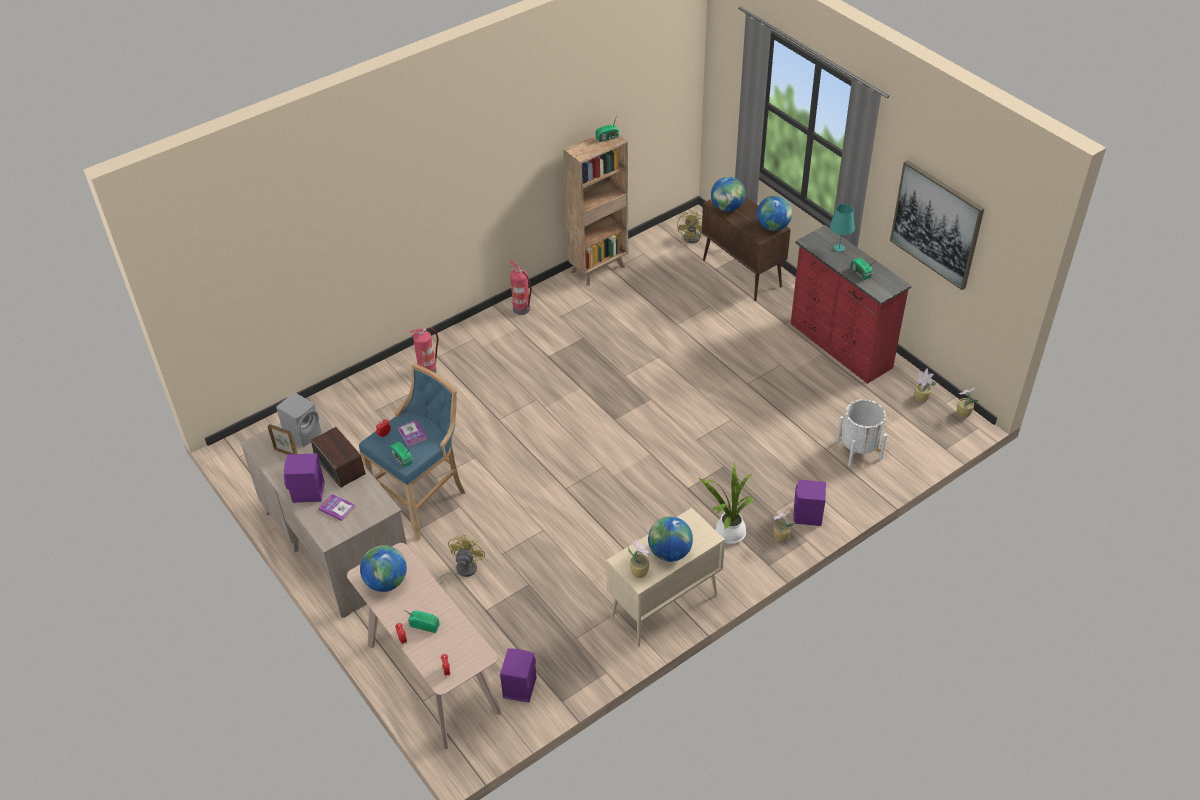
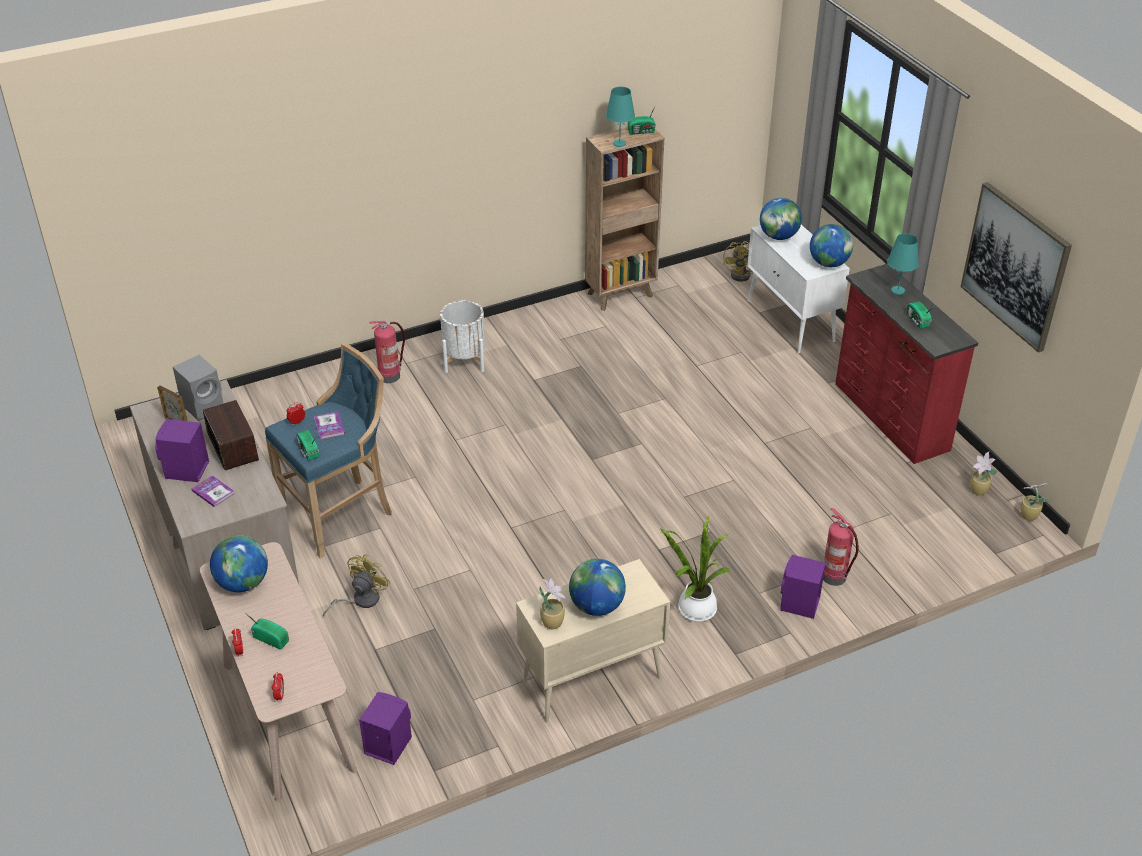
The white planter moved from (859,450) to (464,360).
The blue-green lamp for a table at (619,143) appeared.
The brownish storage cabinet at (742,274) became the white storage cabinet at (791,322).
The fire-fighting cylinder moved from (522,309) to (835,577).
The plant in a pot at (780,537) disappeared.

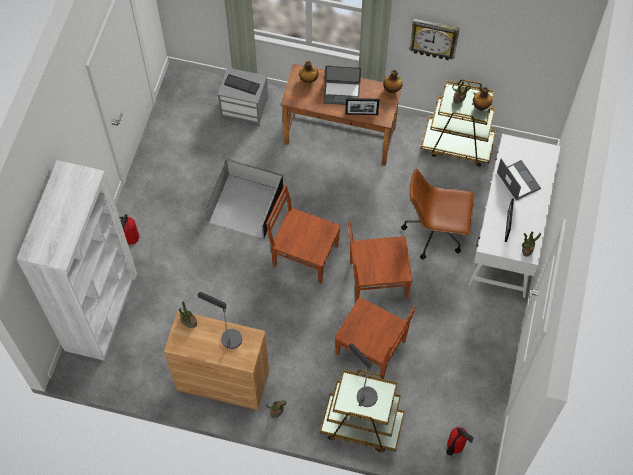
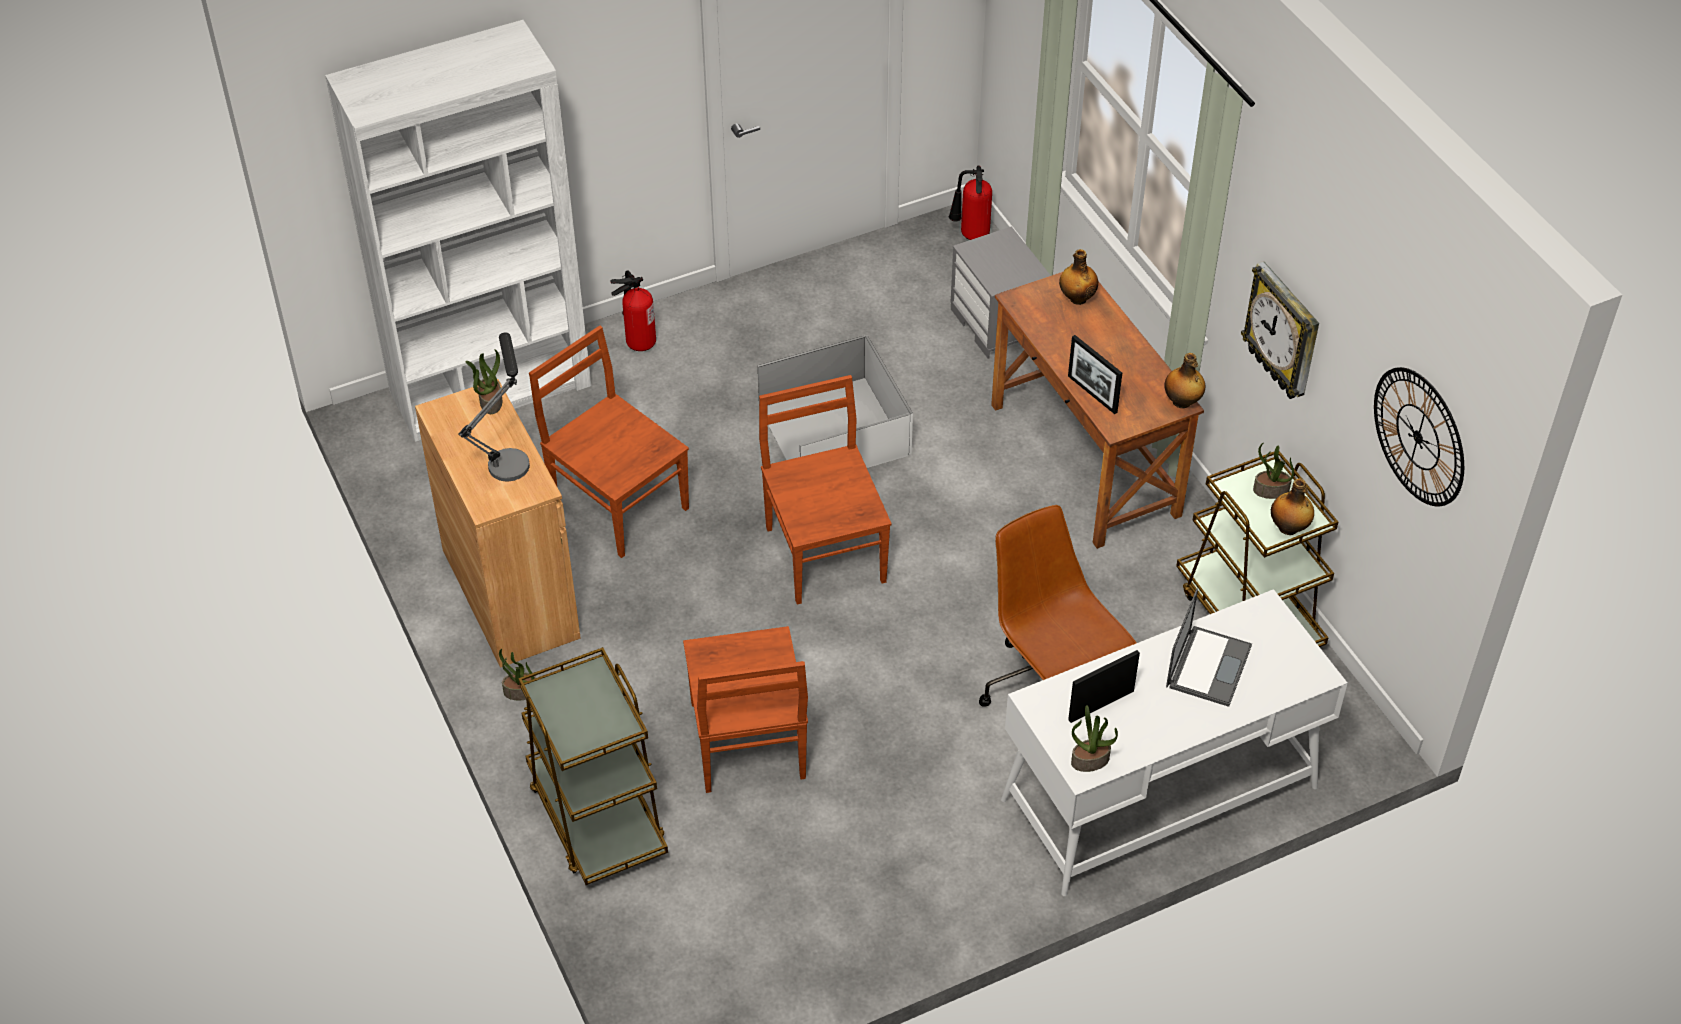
The brownish chair moved from (376,279) to (618,503).
The black-coloured storage container at (244,205) became the white storage container at (833,429).
The fire-fighting cylinder moved from (454,448) to (970,236).
The clock on the wall at (1418,436) appeared.
The keyboard at (242,85) disappeared.
The notebook computer at (342,92) disappeared.
The lamp for a table at (363,391) disappeared.

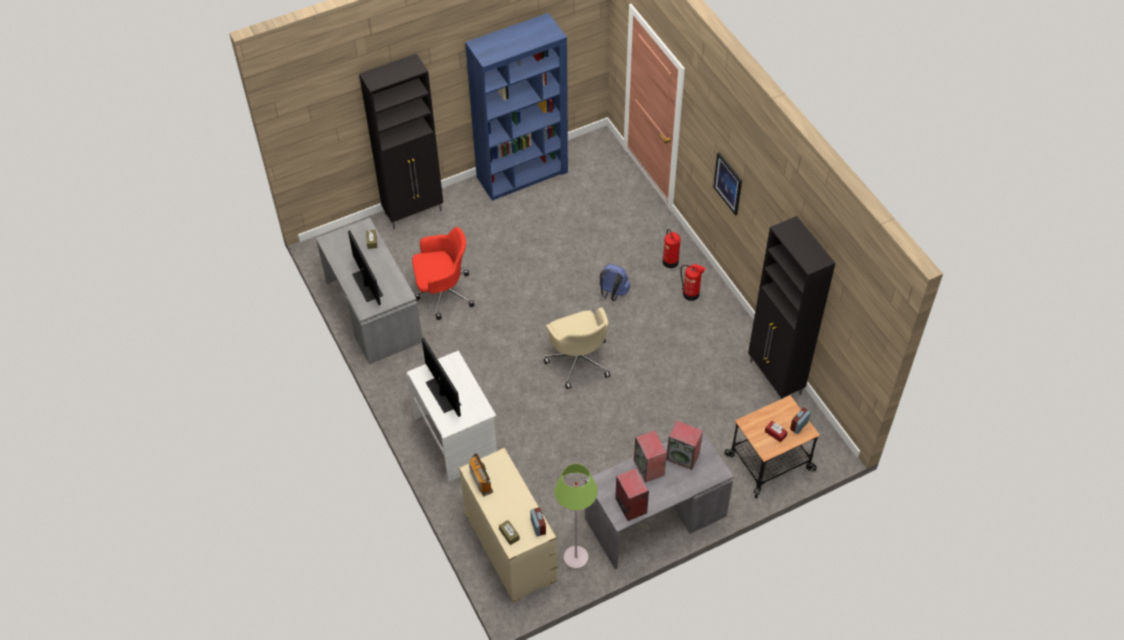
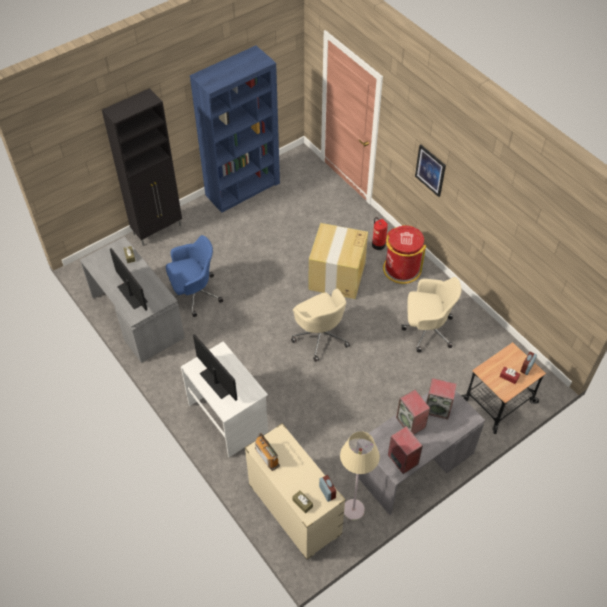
The red desk chair at (443,293) became the bluish desk chair at (194,294).
The bluish backpack at (612,293) was replaced by the cardboard box at (337,276).
The green standing lamp at (576,558) became the beige-coloured standing lamp at (353,510).
The fire-fighting cylinder at (691,294) was replaced by the red trash can at (401,269).
The beige-coloured desk chair at (426,329) appeared.
The black-coloured storage cabinet at (775,378) disappeared.

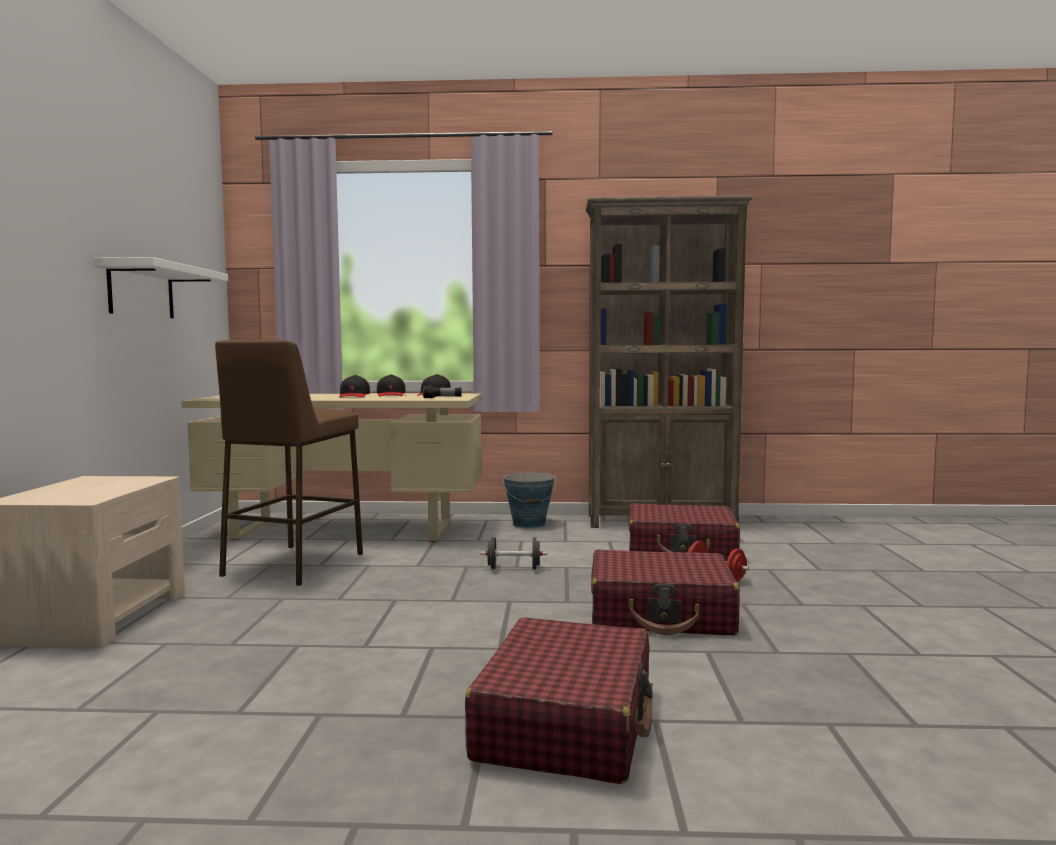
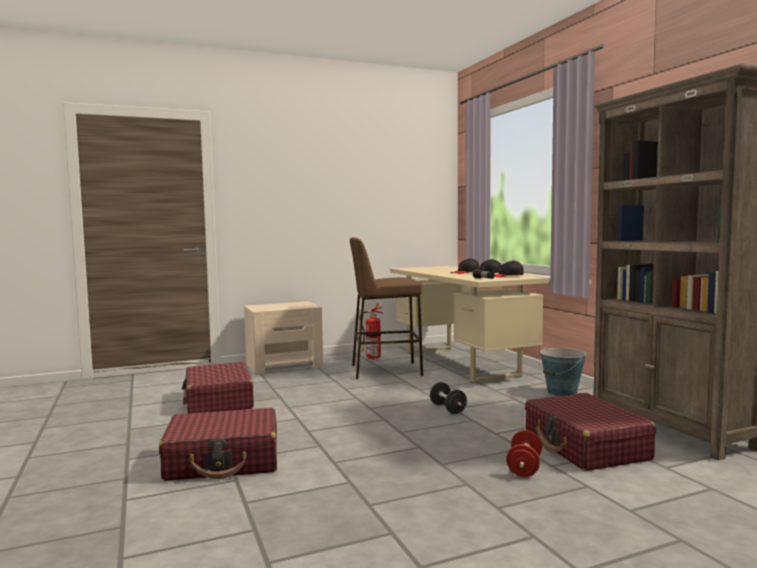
The red suitcase moved from (661,614) to (218,401).
The fire-fighting cylinder at (371,358) appeared.
The white shelf at (141,291) disappeared.

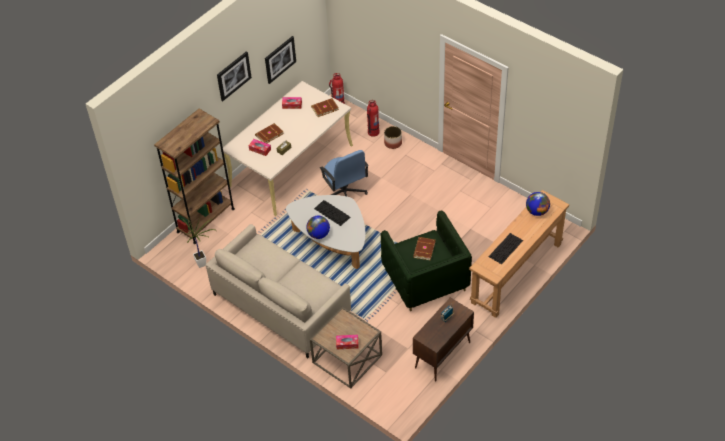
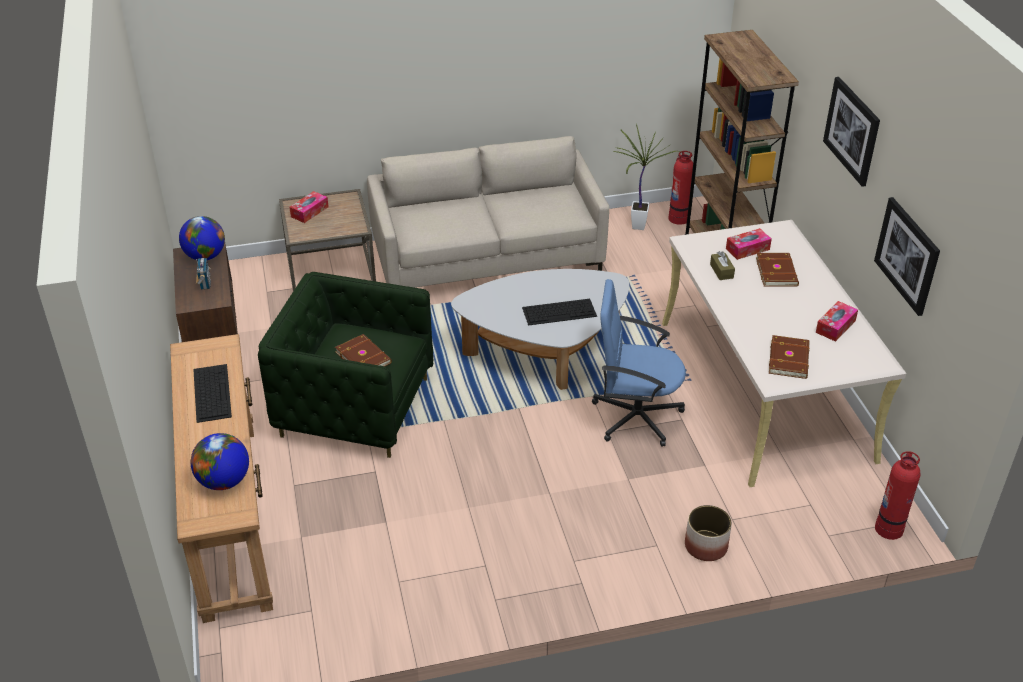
The world globe moved from (318,234) to (205,256).
The fire-fighting cylinder moved from (373,132) to (678,218).

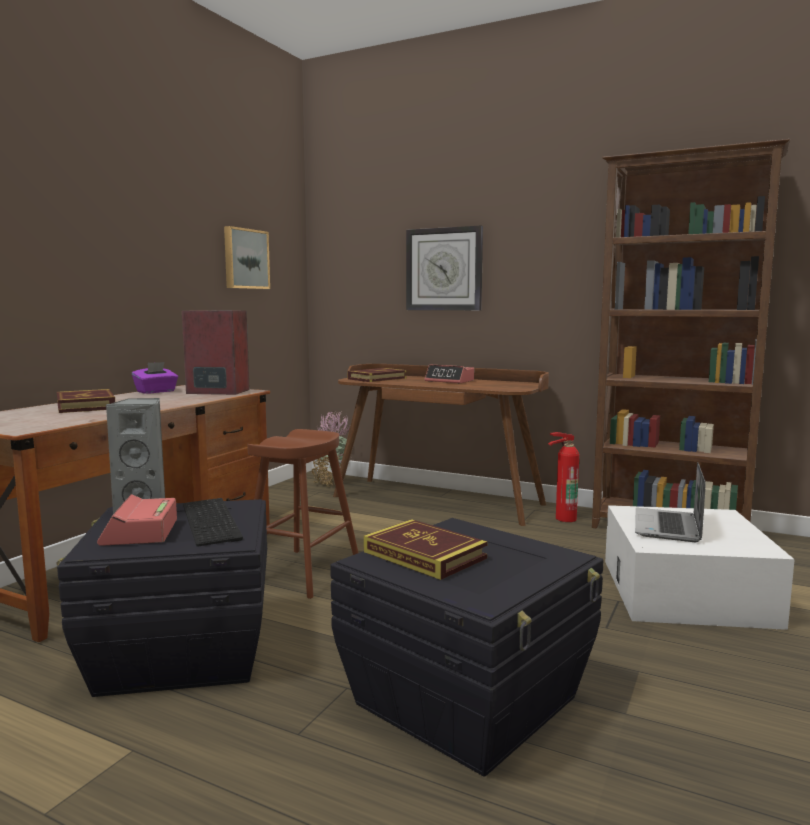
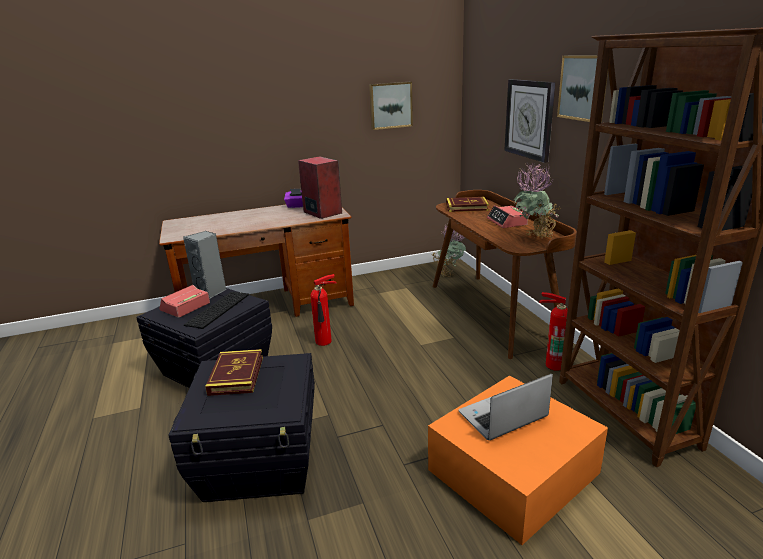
The brownish stool seat at (303,572) was replaced by the fire-fighting cylinder at (325,342).
The white storage container at (686,591) became the orange-coloured storage container at (513,471).
The plant in a pot at (534,238) appeared.
The wall picture at (584,88) appeared.
The bound book at (85,406) disappeared.

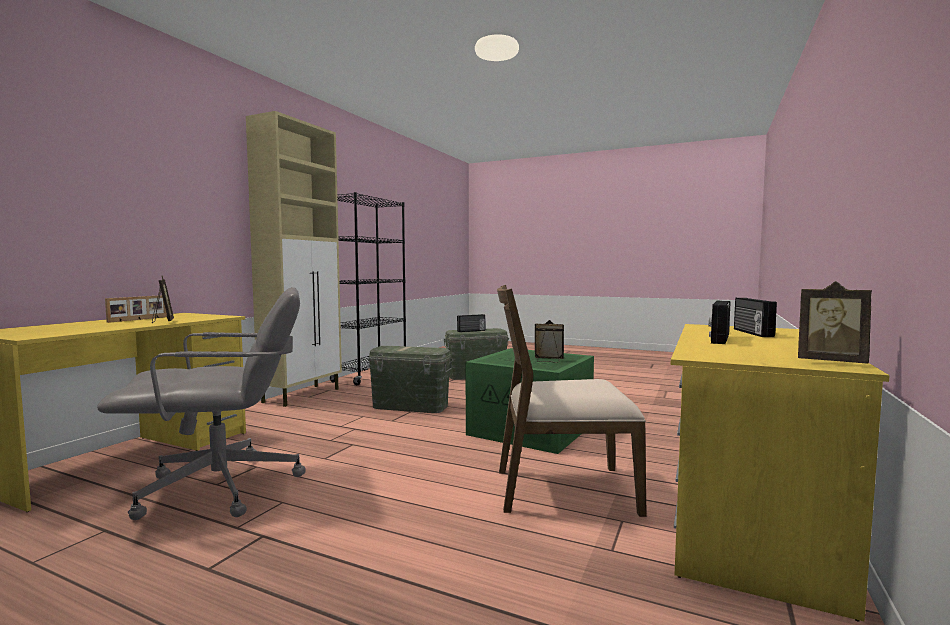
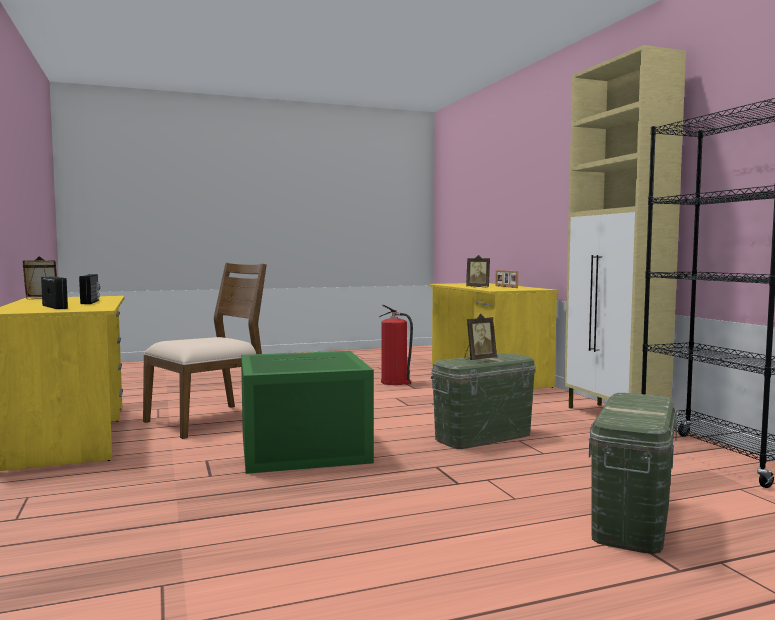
The grey desk chair at (223,488) was replaced by the fire-fighting cylinder at (395,382).
The photo frame moved from (548,360) to (479,359).
The radio at (471,331) disappeared.

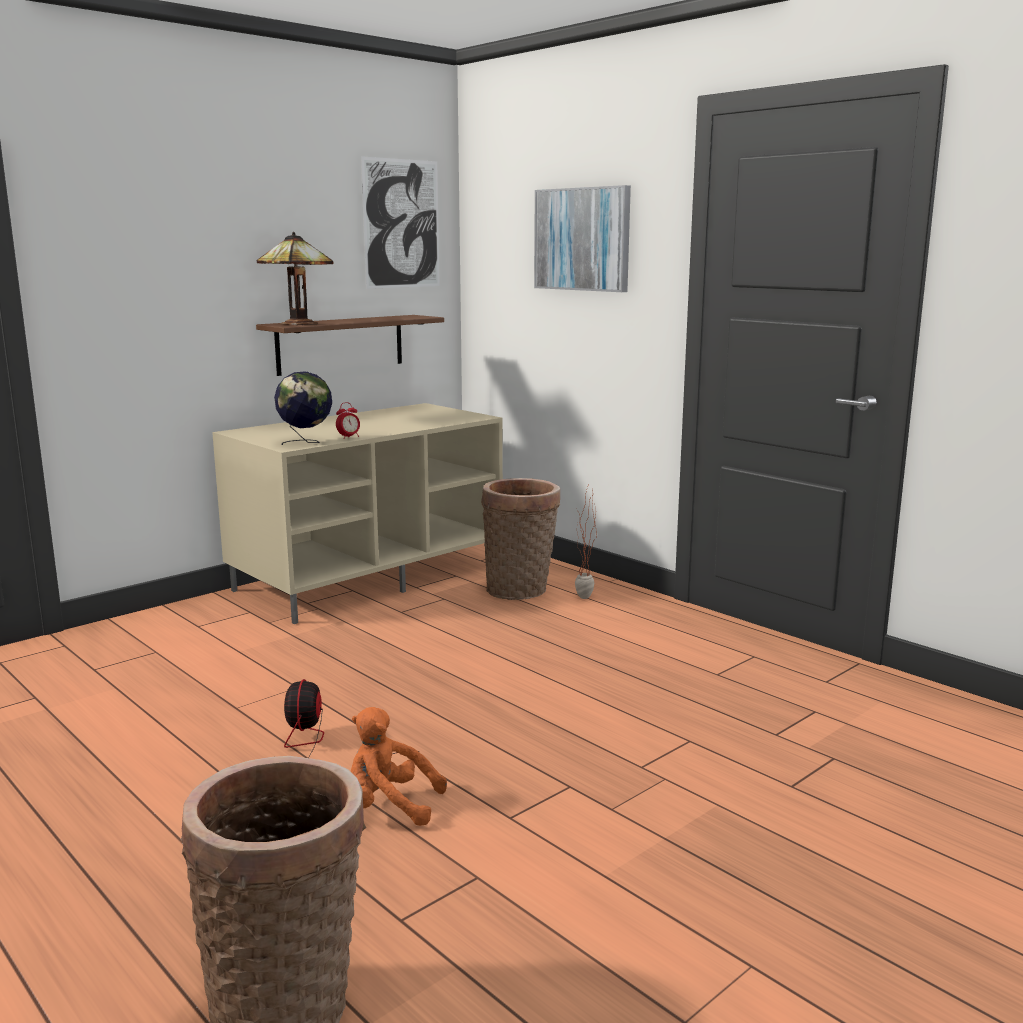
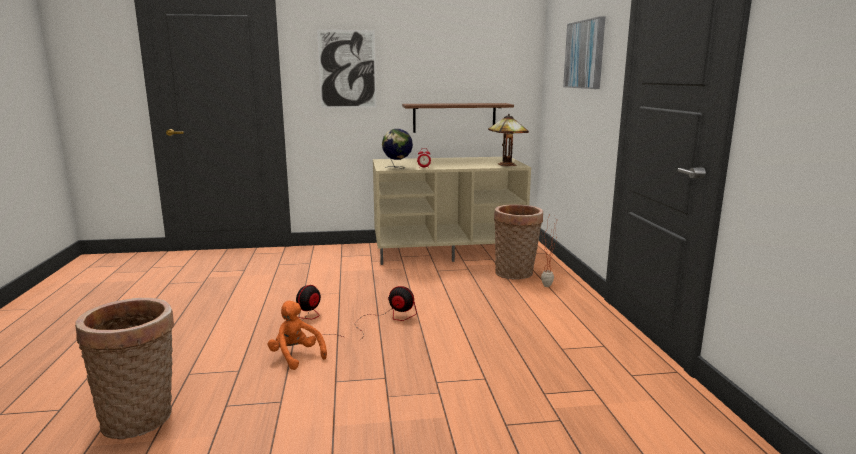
The wall picture moved from (401,224) to (347,69).
The fan at (388,319) appeared.
The lamp for a table moved from (296,324) to (505,165).

